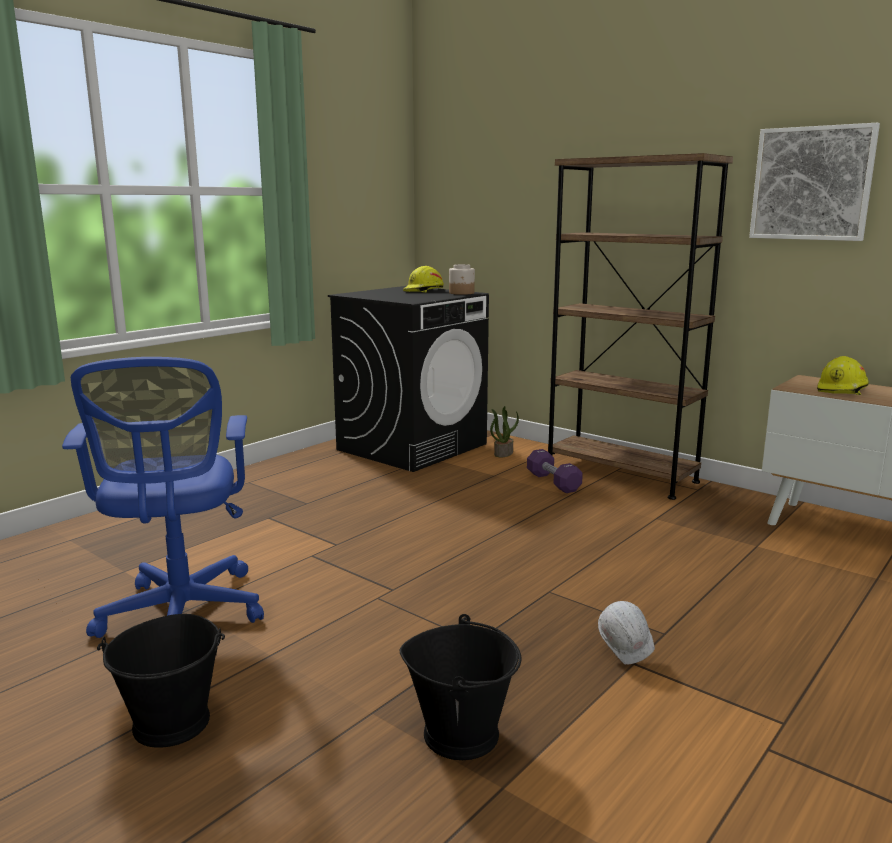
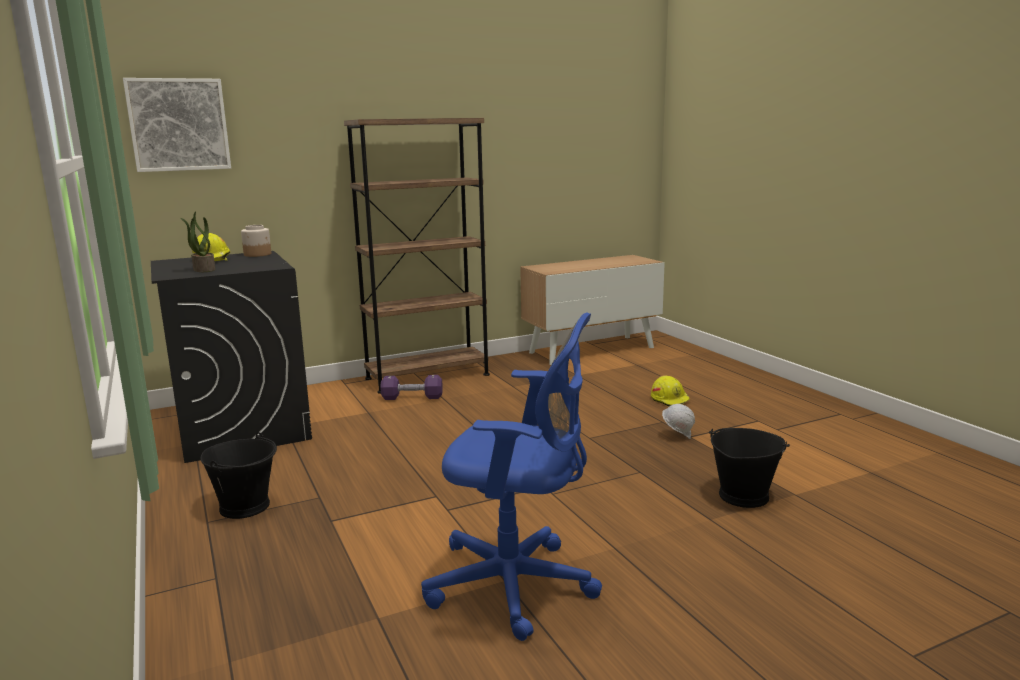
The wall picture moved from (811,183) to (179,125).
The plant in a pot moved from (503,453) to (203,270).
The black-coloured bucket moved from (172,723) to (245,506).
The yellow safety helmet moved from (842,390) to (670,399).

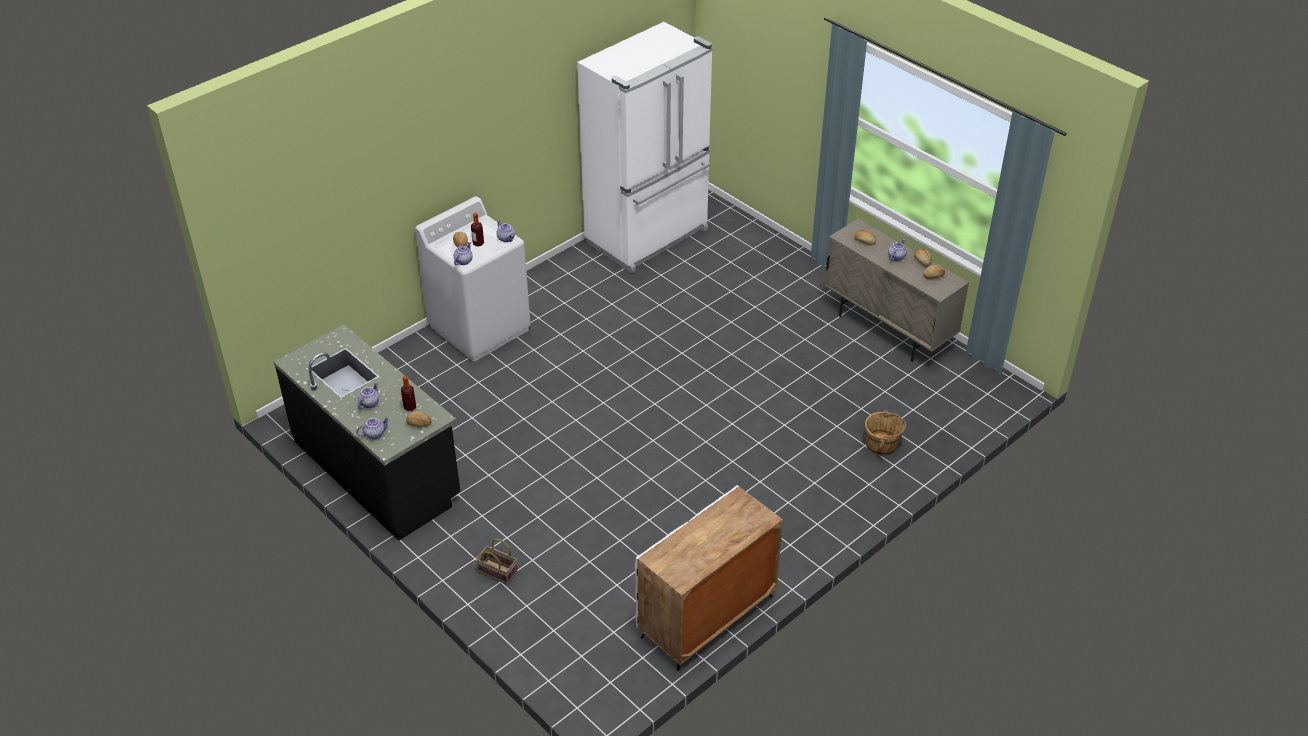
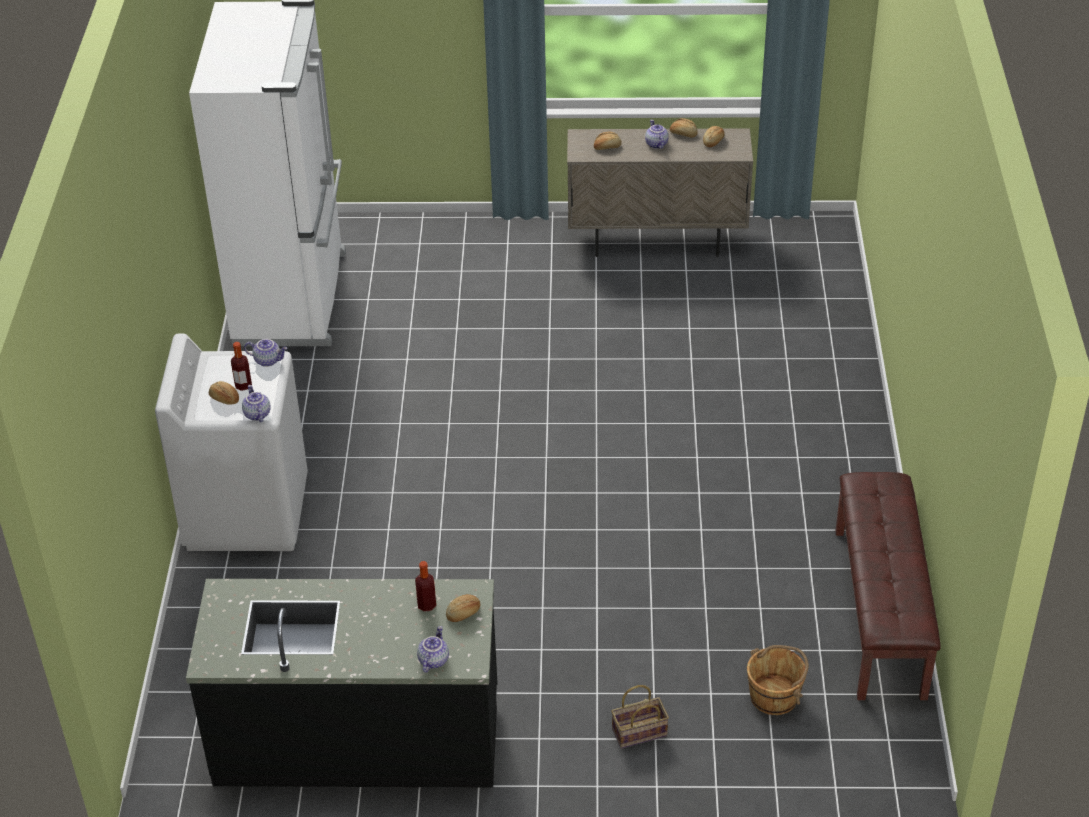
The brownish bucket moved from (882,445) to (775,696).
The white storage cabinet at (706,617) was replaced by the brownish long seat at (880,612).
The pot for tea at (369,403) disappeared.

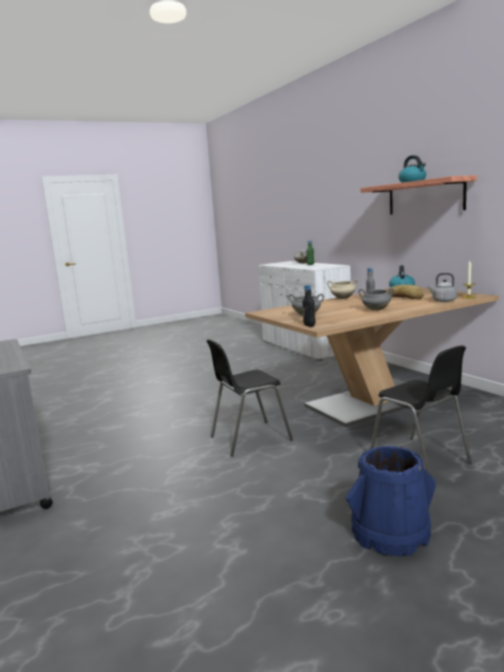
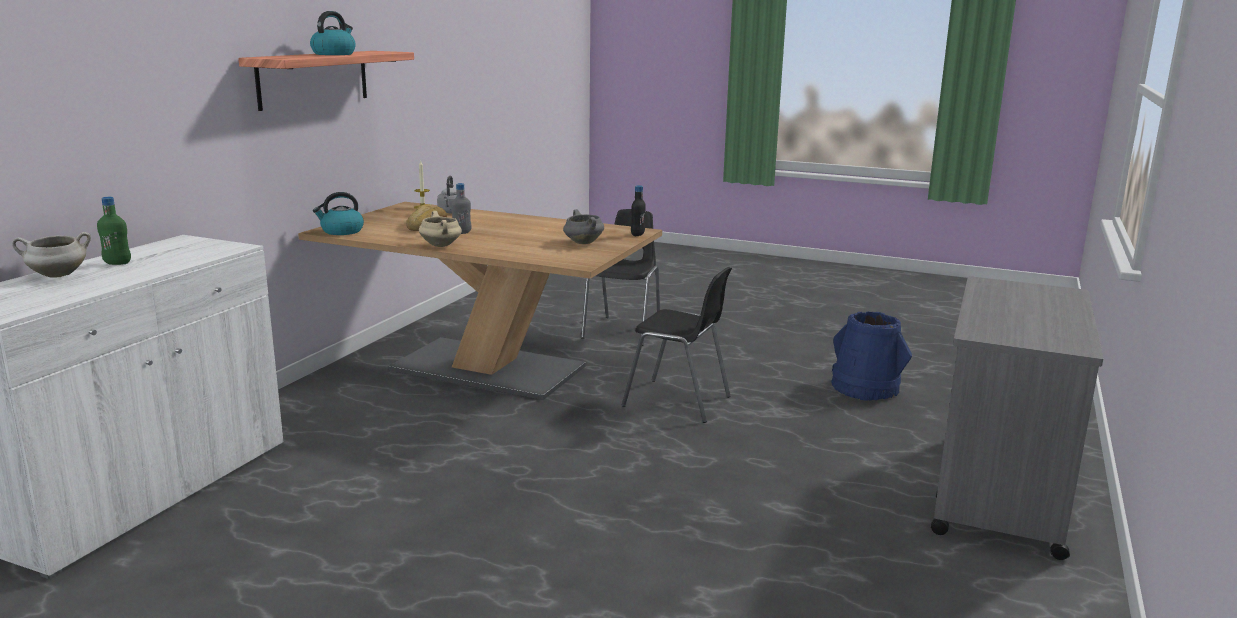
The bluish bucket moved from (390,533) to (865,388).
The grey stockpot at (376,310) disappeared.

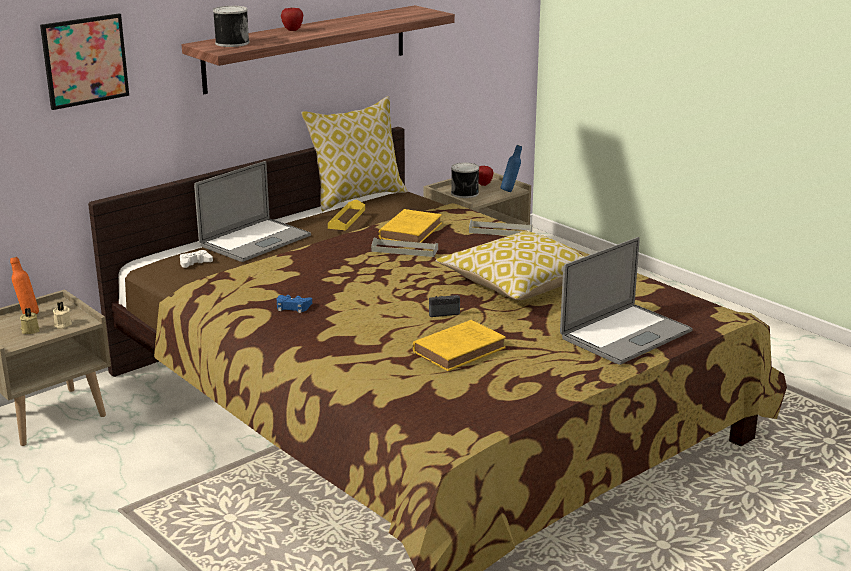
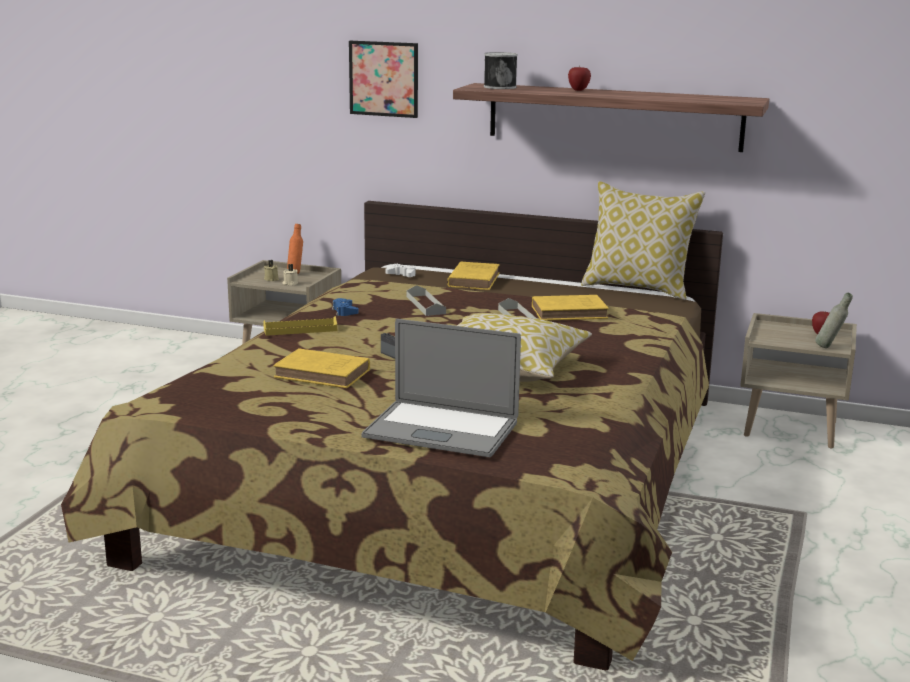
The yellow tray moved from (346,219) to (300,329).
The grey tray moved from (500,231) to (425,305).
The notebook computer at (255,240) was replaced by the yellow bound book at (474,279).
The bluish drink bottle at (510,190) became the grey drink bottle at (830,348).
The metal can at (465,193) disappeared.

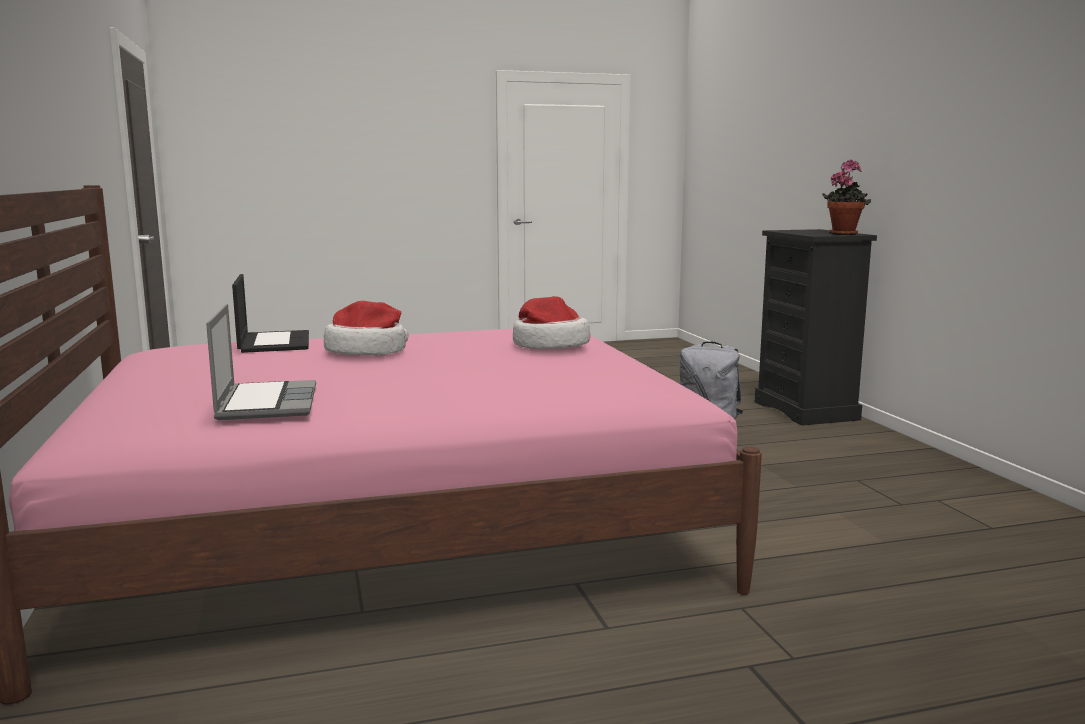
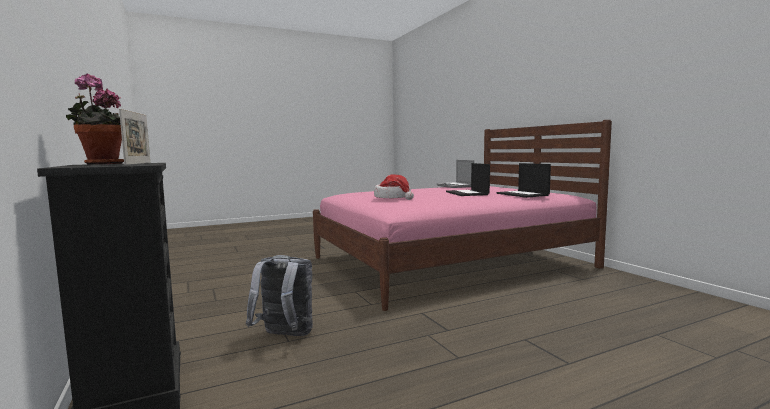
The photo frame at (138,163) appeared.
The wearable hat at (368,351) was replaced by the notebook computer at (467,193).

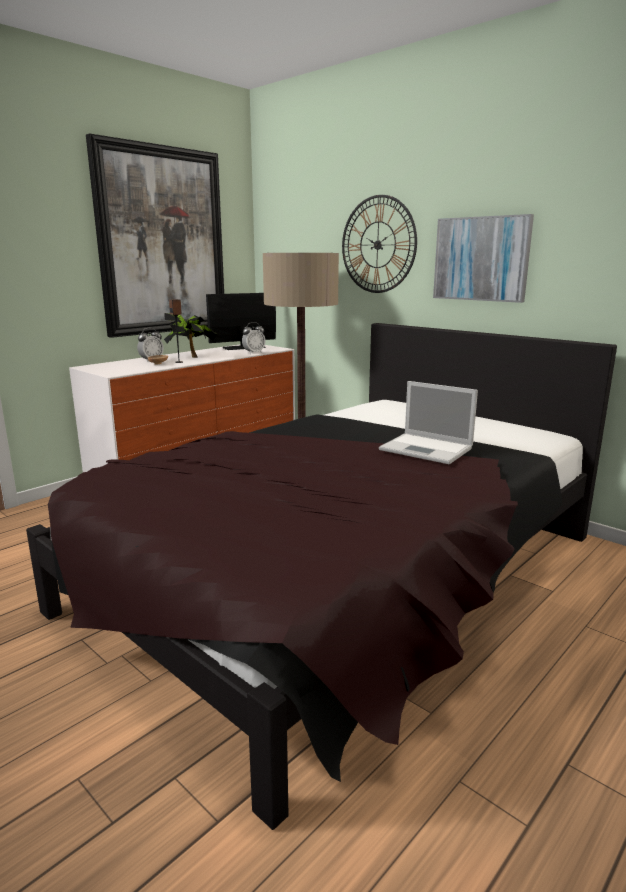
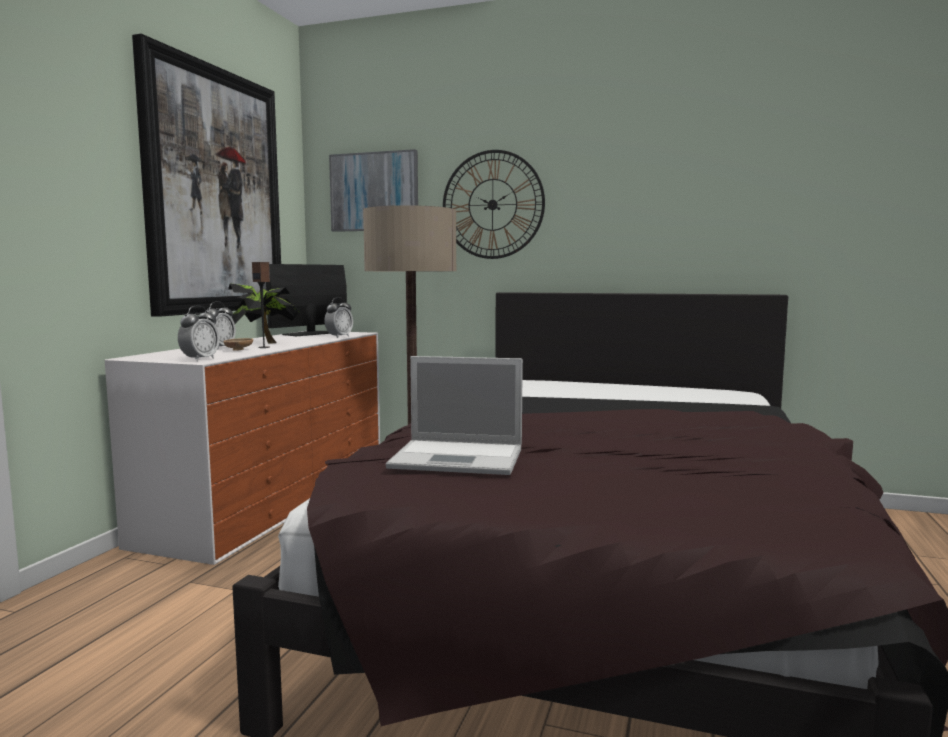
The bedside clock at (200,359) appeared.
The wall picture moved from (481,259) to (374,192).
The notebook computer moved from (427,449) to (460,458).

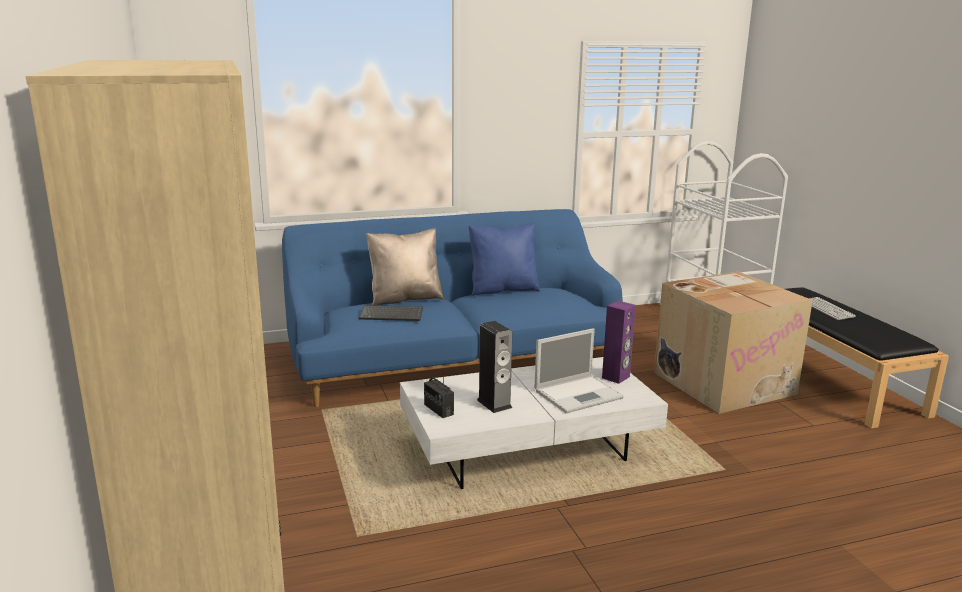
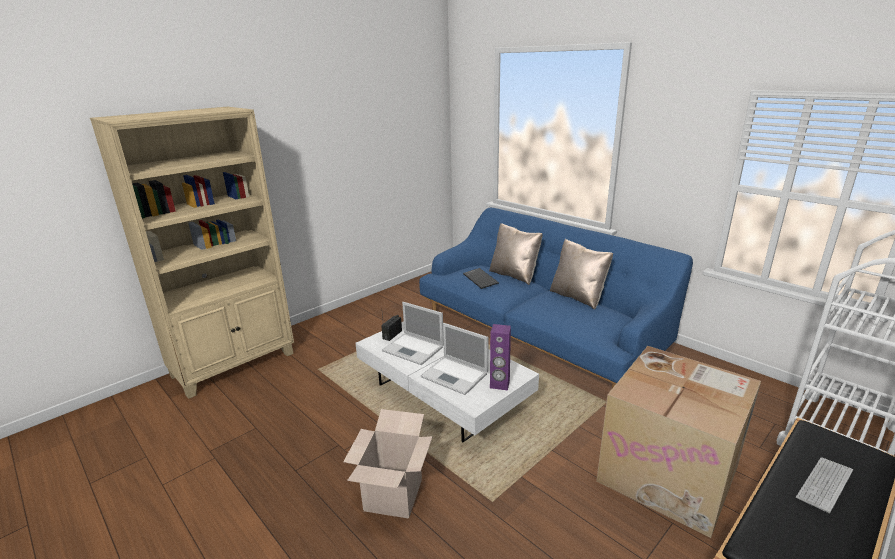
The cardboard box at (393,495) appeared.
The loudspeaker at (494,403) was replaced by the notebook computer at (414,349).
The bluish throw pillow at (503,290) became the beige-coloured throw pillow at (578,297).

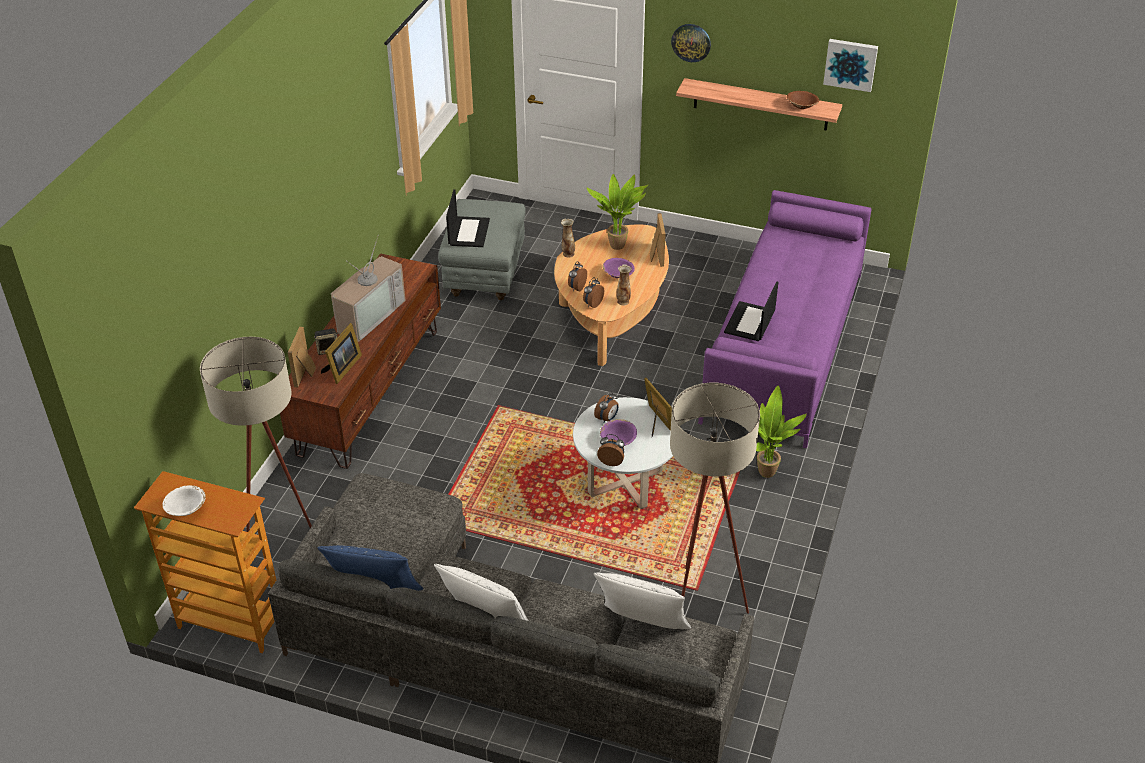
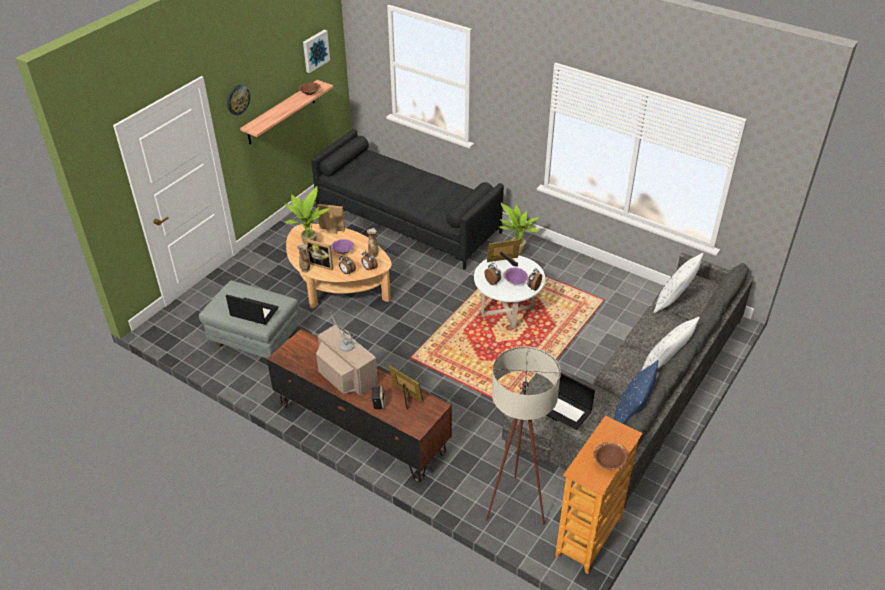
The photo frame moved from (306,374) to (322,264).
The purple settee at (784,345) became the black-coloured settee at (407,219).
The notebook computer moved from (750,322) to (565,411).
The white deep dish at (186,509) became the brownish deep dish at (609,461).
The beige-coloured standing lamp at (700,595) disappeared.

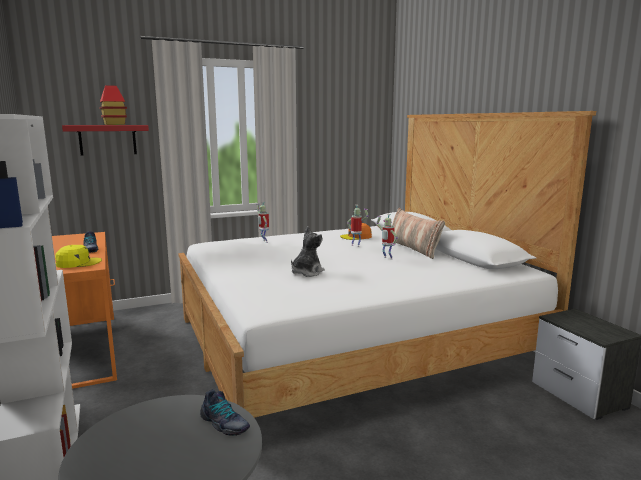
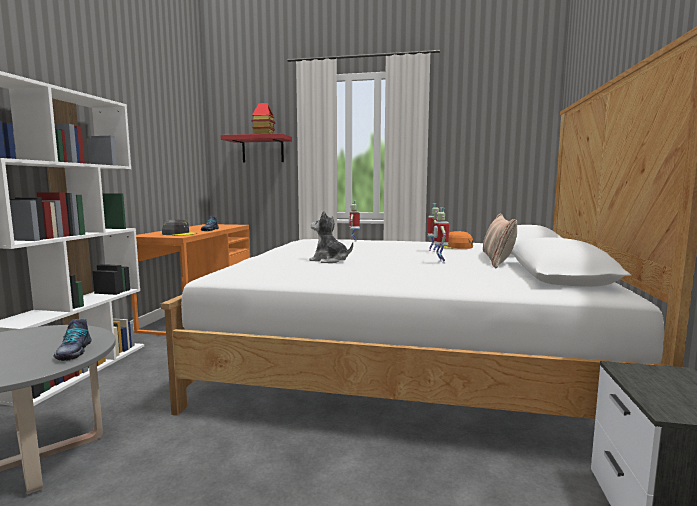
The yellow baseball cap at (78,263) became the grey baseball cap at (179,234).
The soft toy at (306,272) turned 135 degrees counterclockwise.

